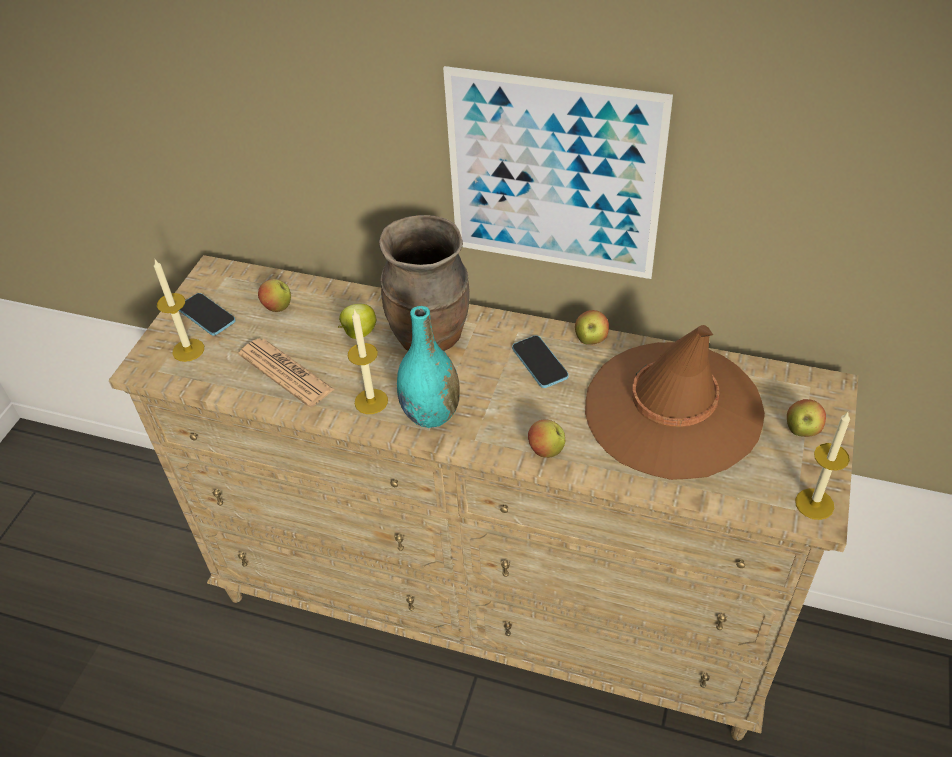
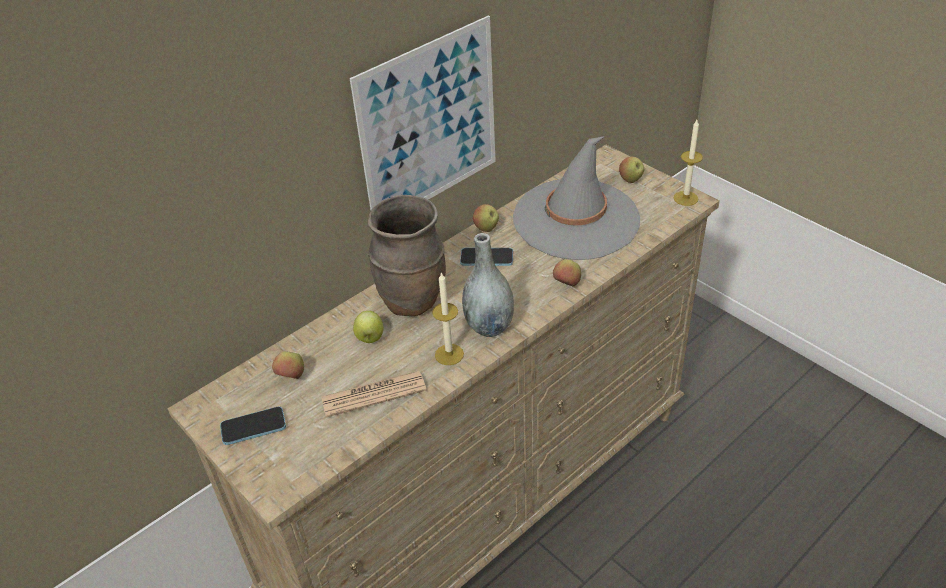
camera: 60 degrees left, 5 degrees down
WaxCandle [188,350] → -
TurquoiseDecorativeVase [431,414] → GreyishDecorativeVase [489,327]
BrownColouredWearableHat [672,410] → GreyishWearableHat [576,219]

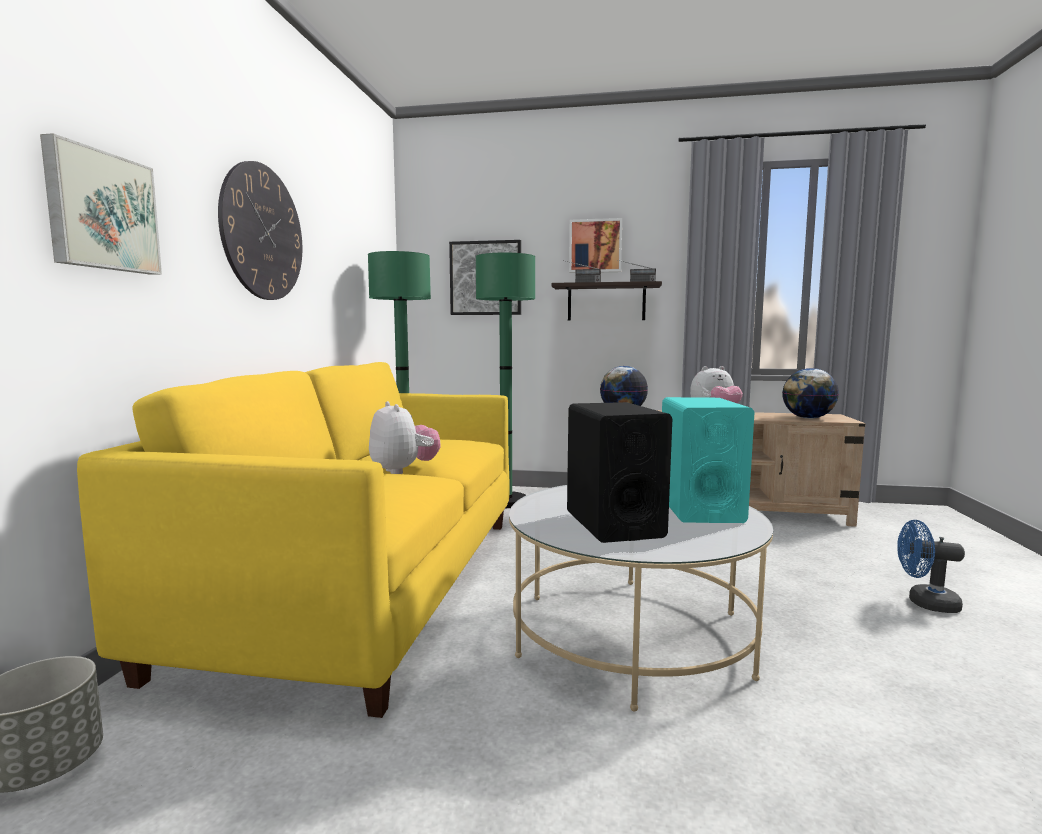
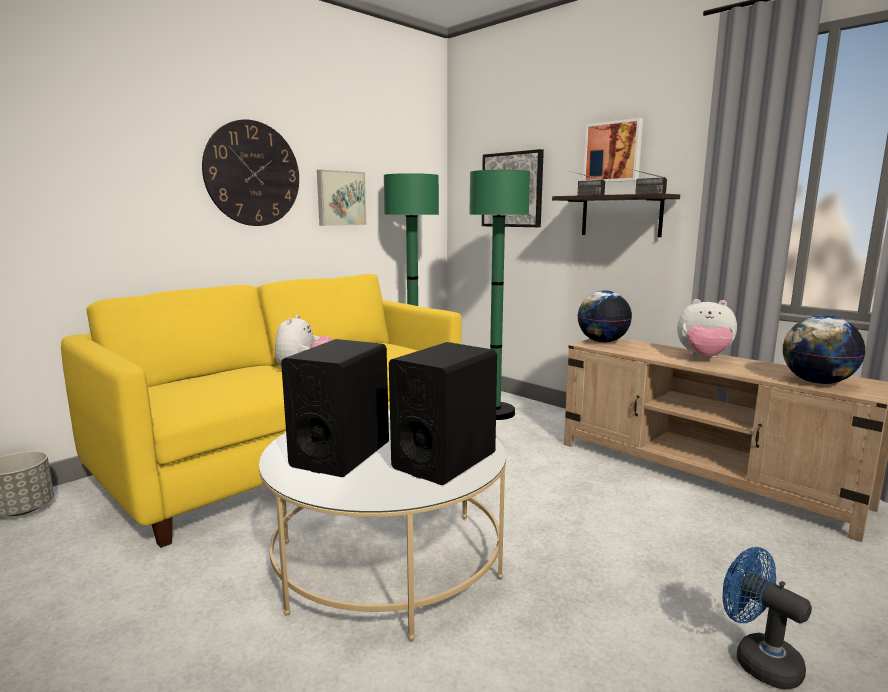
camera: 35 degrees right, 5 degrees up
Picture [101,211] → Picture [340,198], shifted
TurquoiseAudioSpeaker [699,509] → BlackAudioSpeaker [444,460]

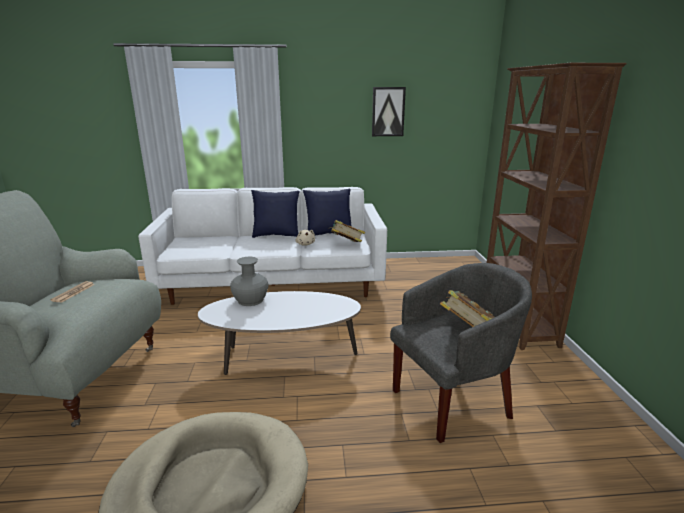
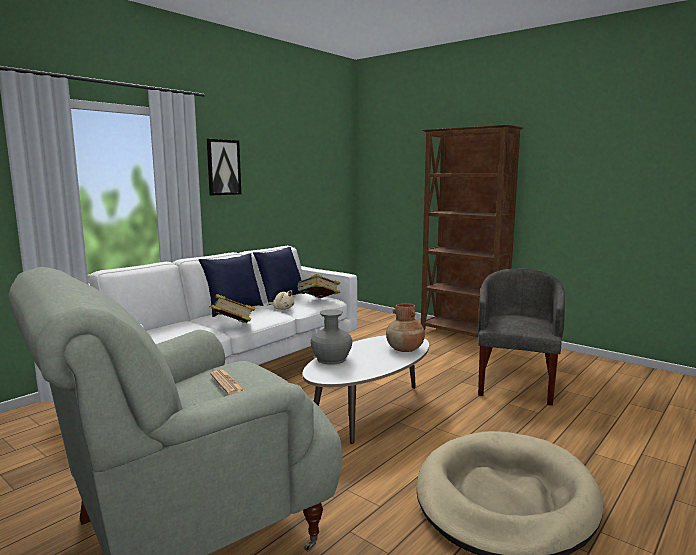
camera: 45 degrees left, 10 degrees down
Picture [388,111] → Picture [223,167], shifted
Volume [465,329] → Volume [232,326], shifted
- → BrownColouredDecorativeVase [405,349]

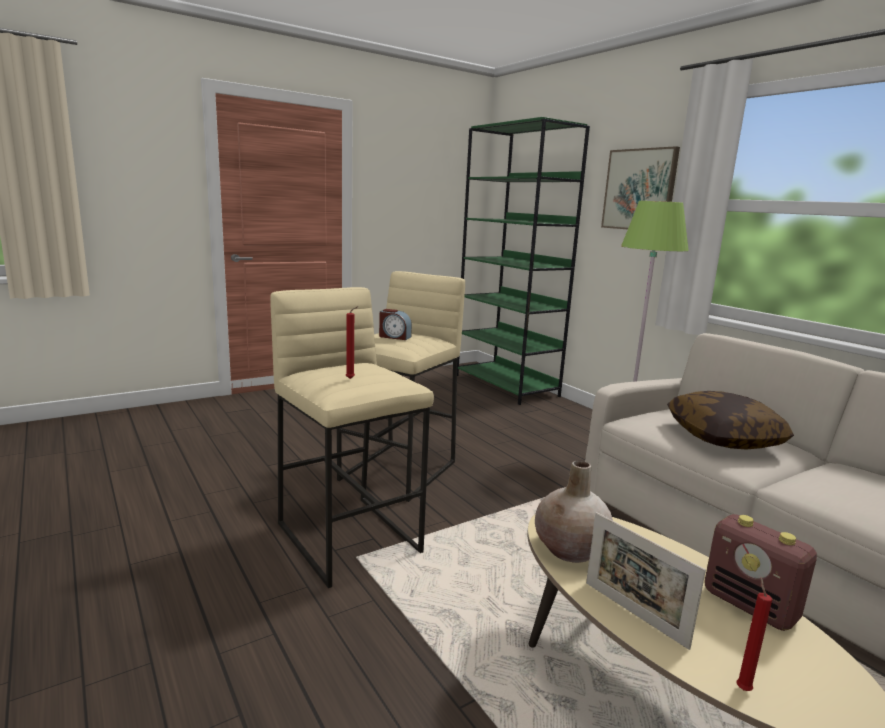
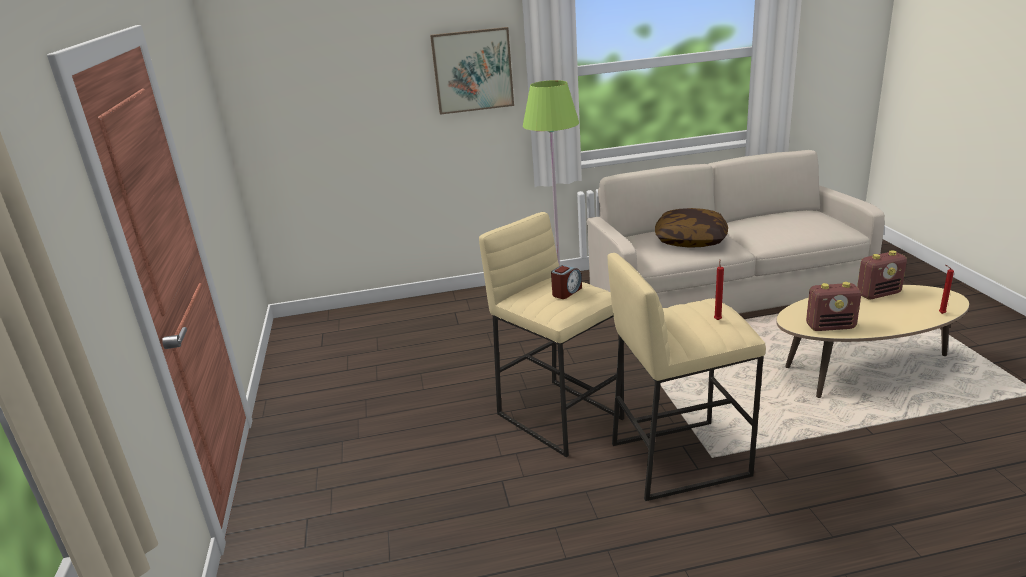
camera: 65 degrees left, 10 degrees up
GreenishBookshelf [506,385] → -
BeigeColouredDecorativeVase [570,550] → RadioSet [831,326]
StandingFrame [634,613] → -

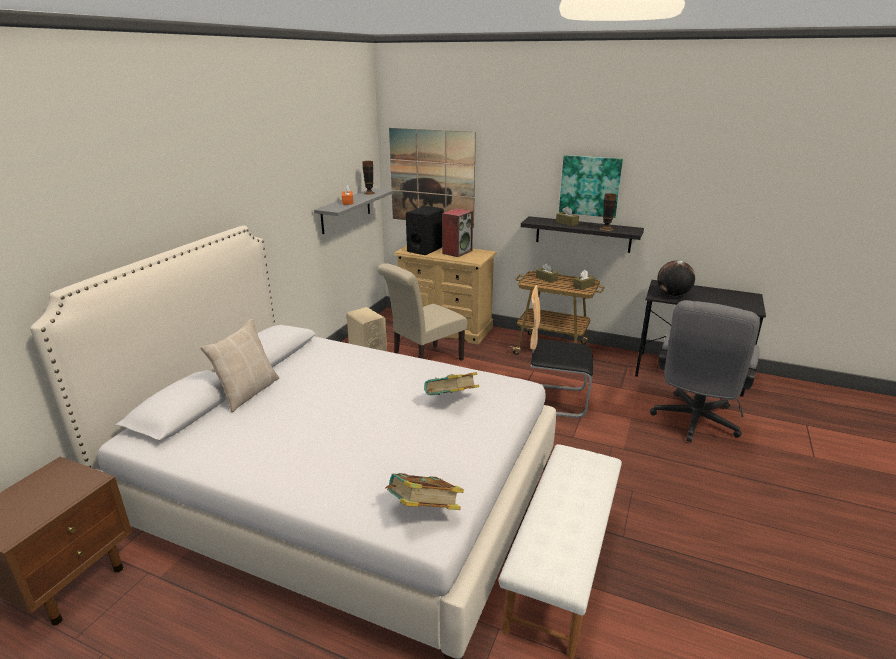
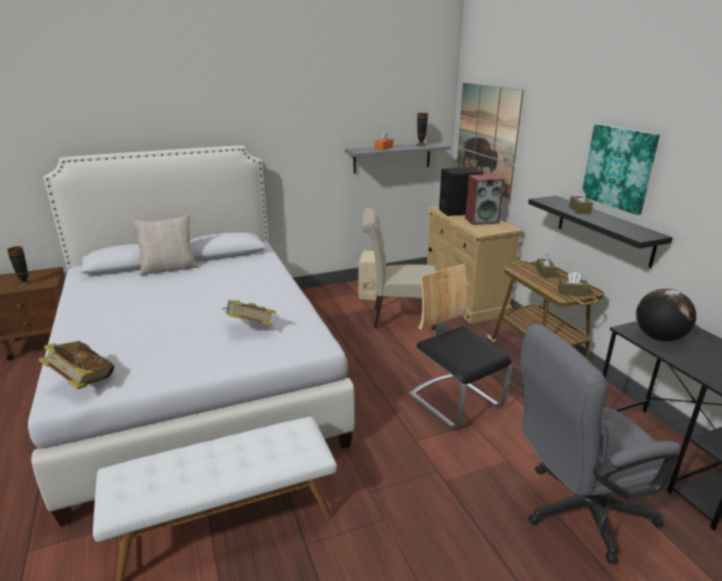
camera: 45 degrees right, 0 degrees up
DecorativeVase [606,228] → DecorativeVase [25,284], shifted

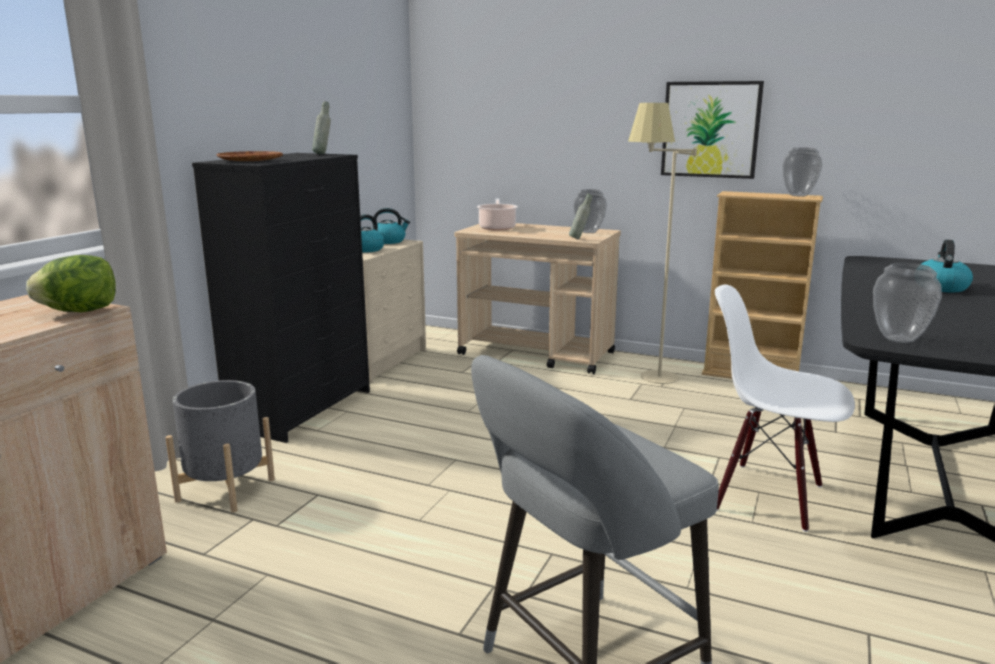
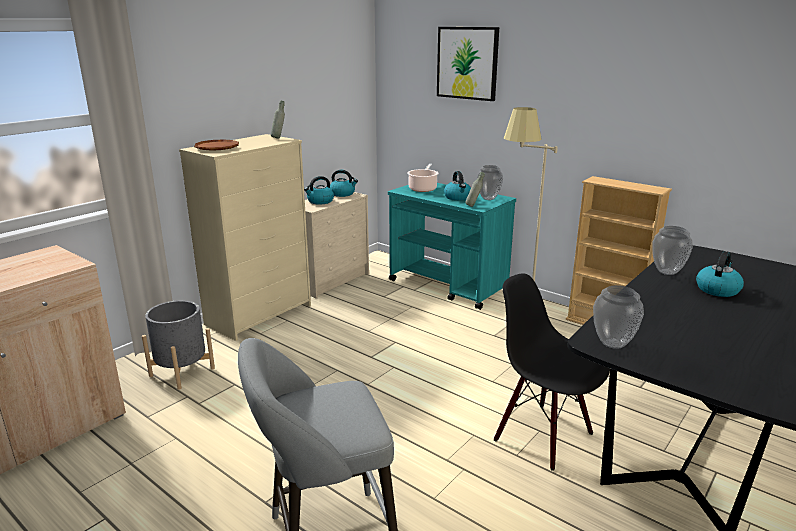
camera: 15 degrees right, 5 degrees up
Picture [710,129] → Picture [467,63], shifted
DecorativeVase [798,195] → DecorativeVase [667,272], shifted
BlackDrawerChest [302,409] → BeigeColouredDrawerChest [260,314]
BeigeColouredWheeledCart [537,354] → TurquoiseWheeledCart [448,286]
Lettuce [80,311] → -
WhiteChair [768,496] → BlackChair [544,436]
- → Kettle [457,197]

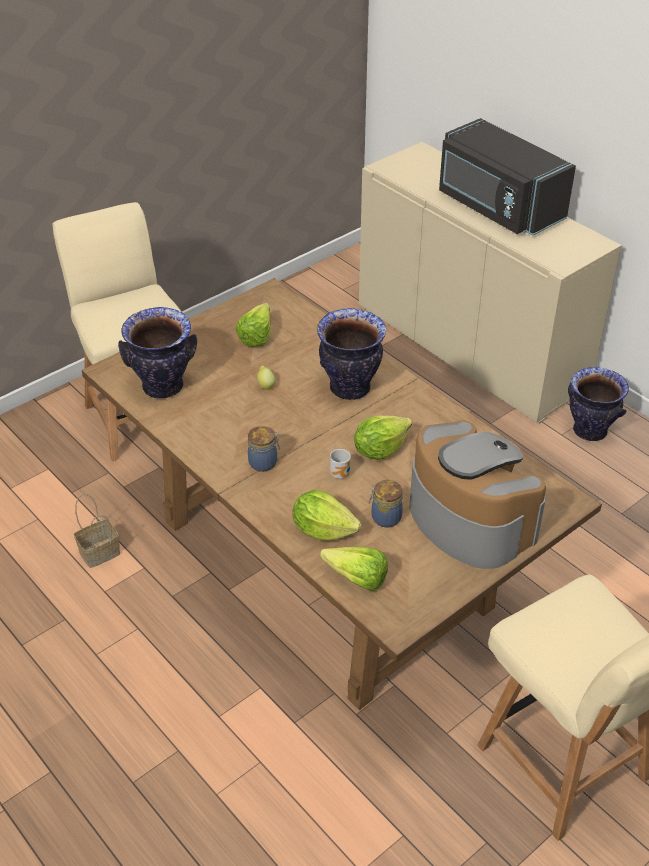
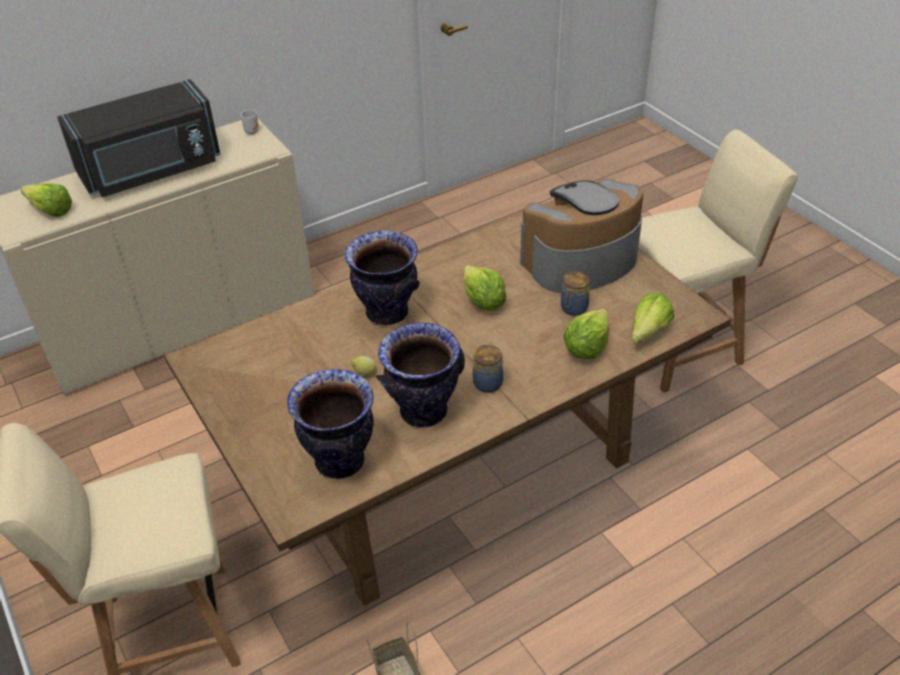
camera: 80 degrees left, 0 degrees up
Lettuce [259,334] → Lettuce [48,209], shifted
DecorativeVase [590,431] → DecorativeVase [423,411], shifted
TeaMug [341,475] → TeaMug [251,131], shifted

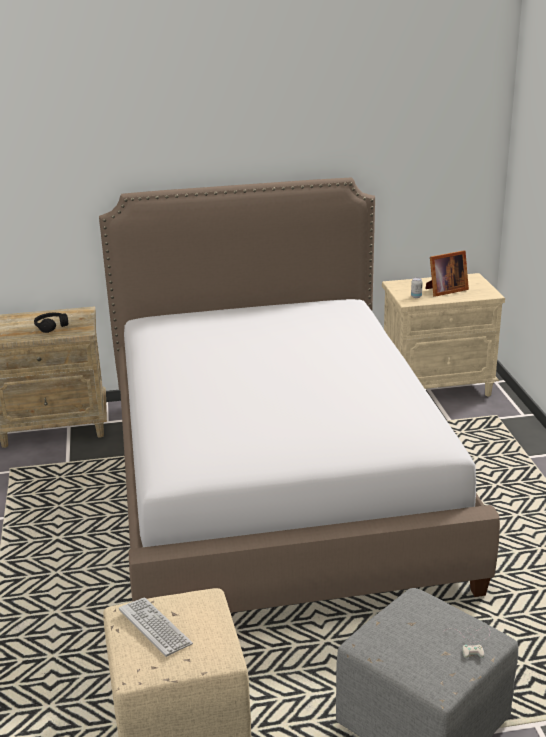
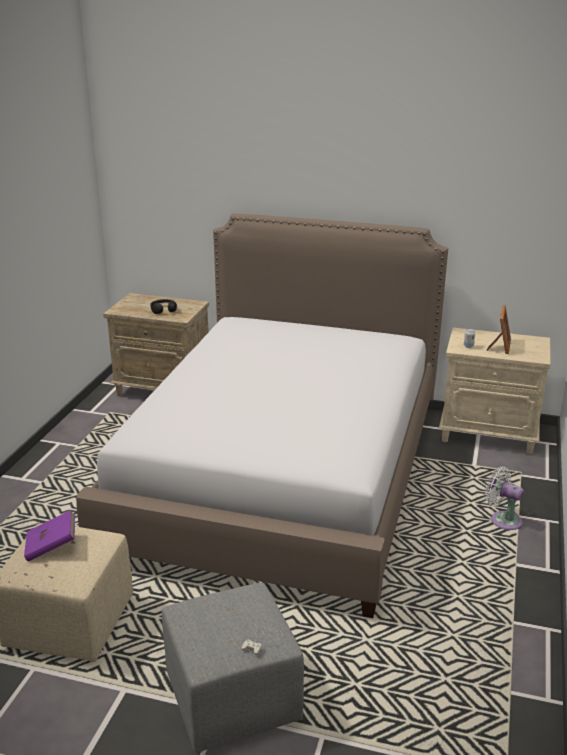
camera: 25 degrees right, 0 degrees up
StandingFrame [444,290] → StandingFrame [499,346], 75 degrees counterclockwise
Keyboard [155,627] → PurplishVolume [51,547]
- → WhiteFan [502,520]

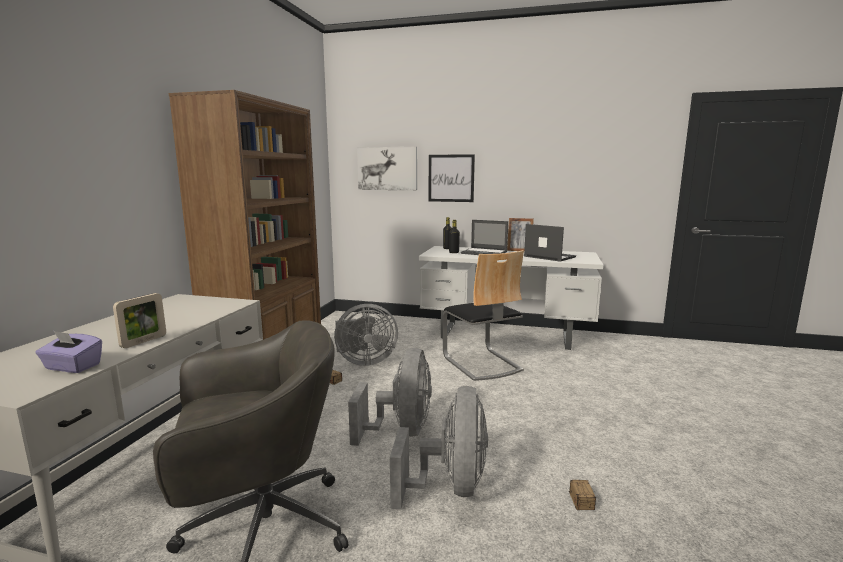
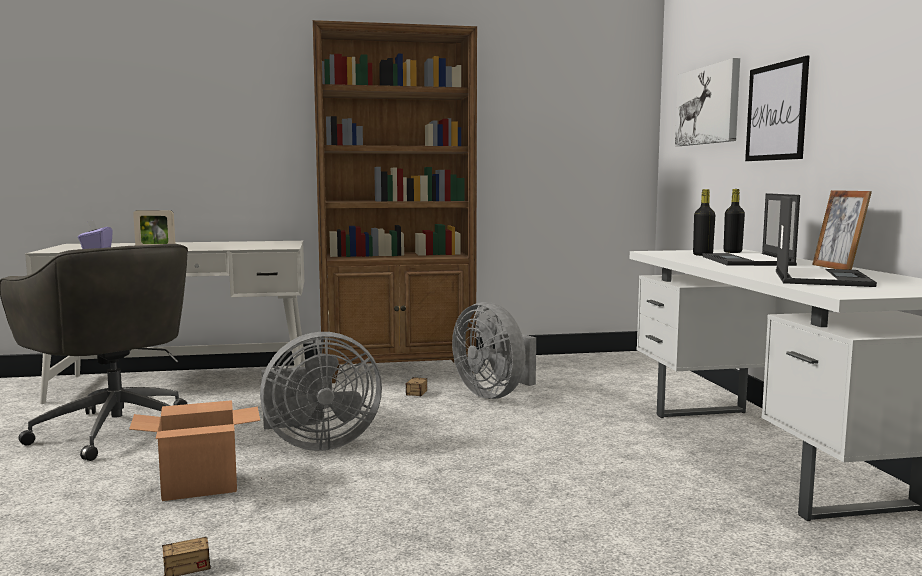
camera: 65 degrees right, 5 degrees down
Chair [481,363] → -
GreyishFan [450,486] → Carton [201,486]

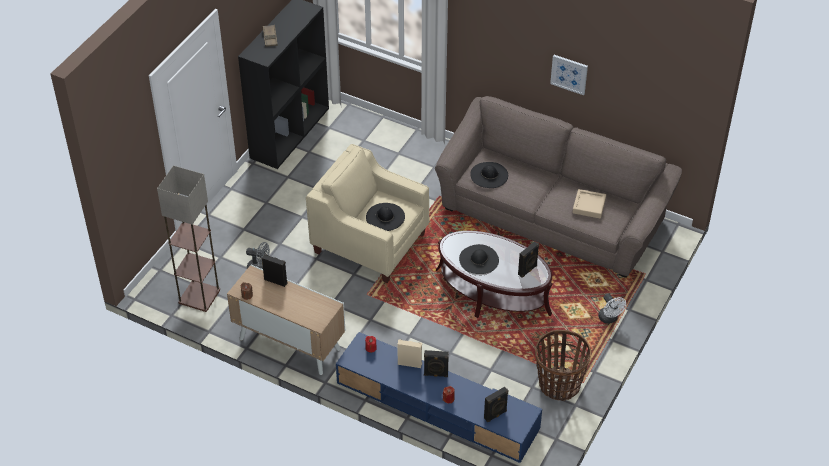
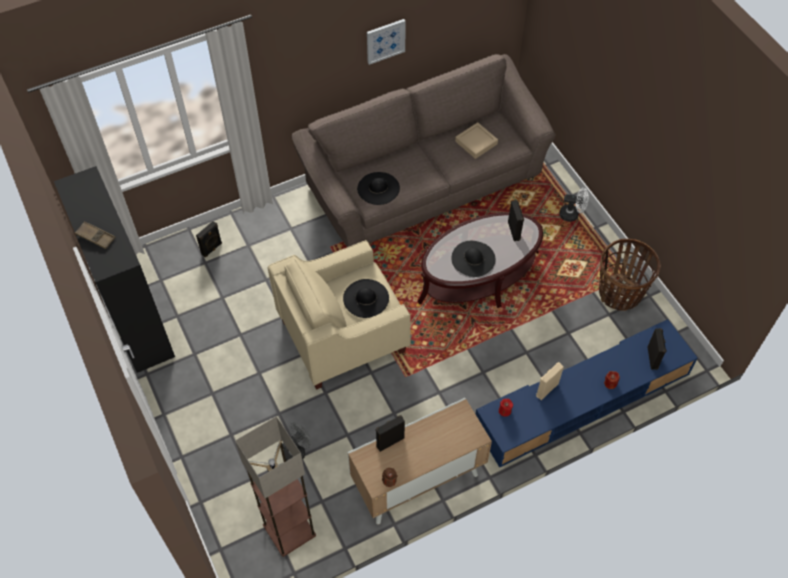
camera: 55 degrees left, 10 degrees up
BlackAudioSpeaker [436,374] → BlackAudioSpeaker [212,249], shifted

